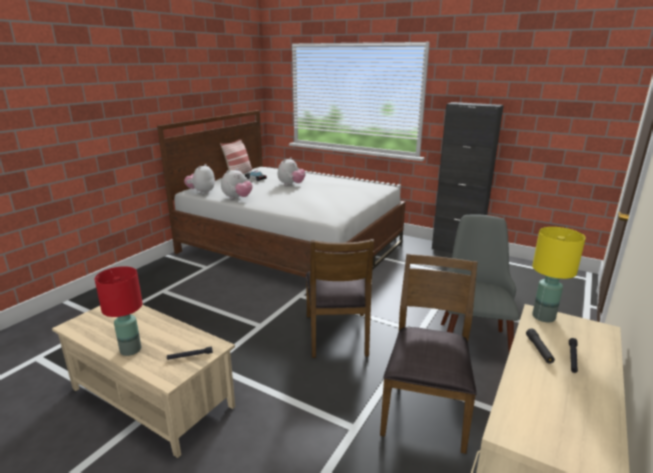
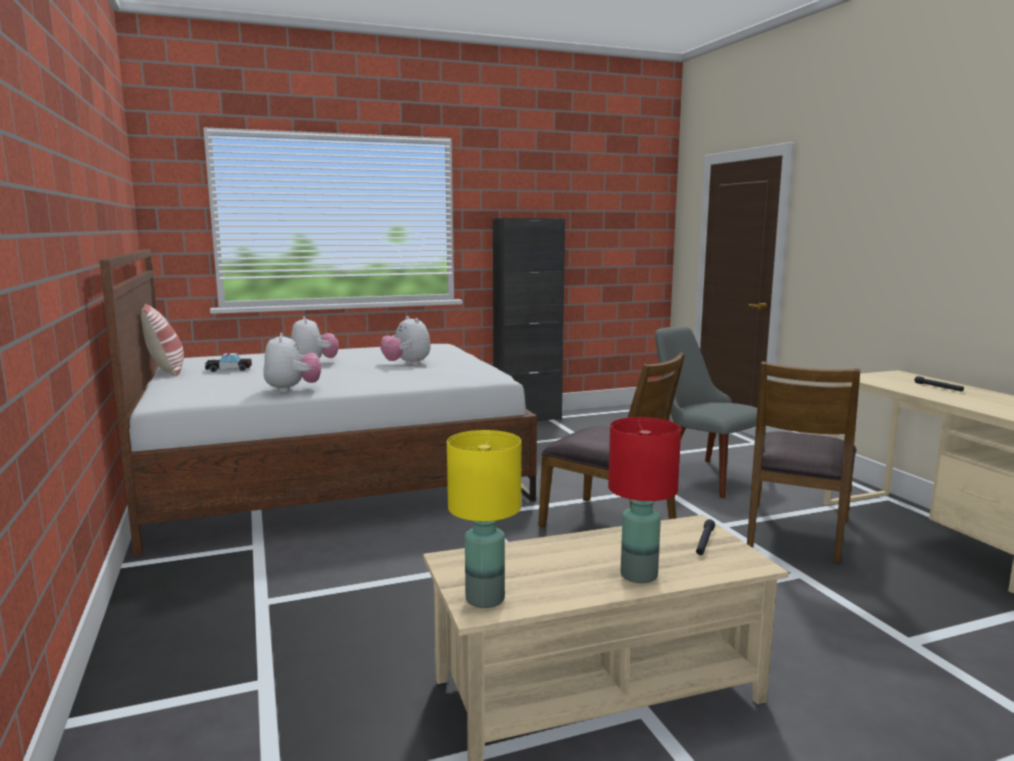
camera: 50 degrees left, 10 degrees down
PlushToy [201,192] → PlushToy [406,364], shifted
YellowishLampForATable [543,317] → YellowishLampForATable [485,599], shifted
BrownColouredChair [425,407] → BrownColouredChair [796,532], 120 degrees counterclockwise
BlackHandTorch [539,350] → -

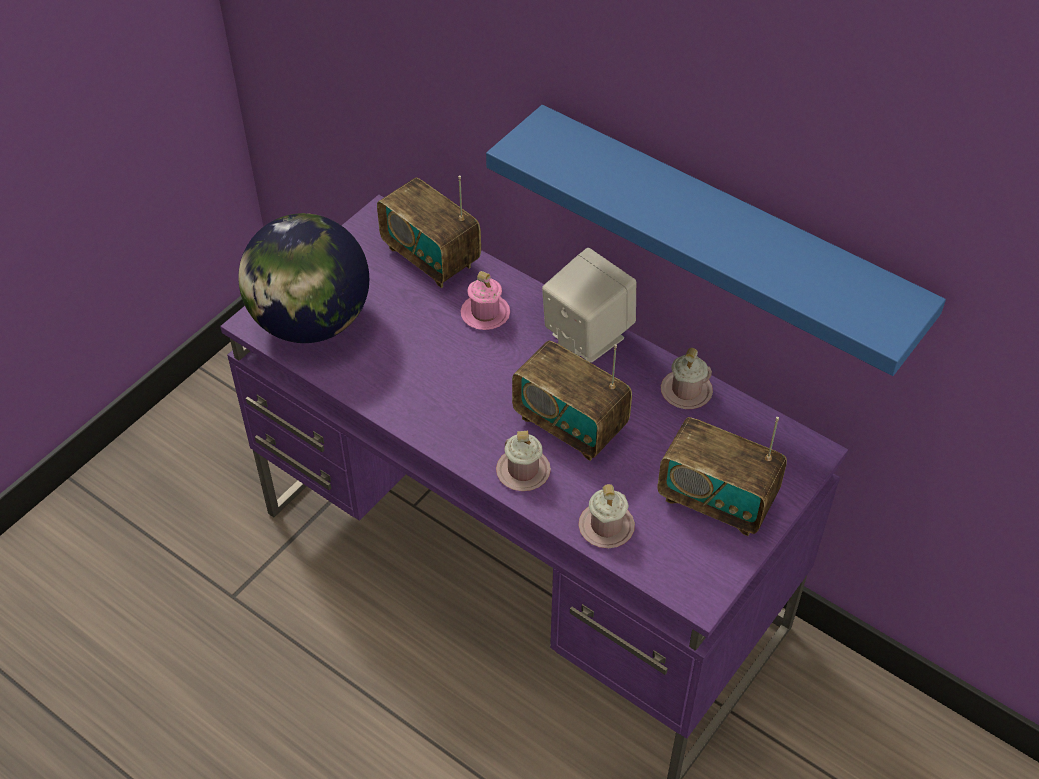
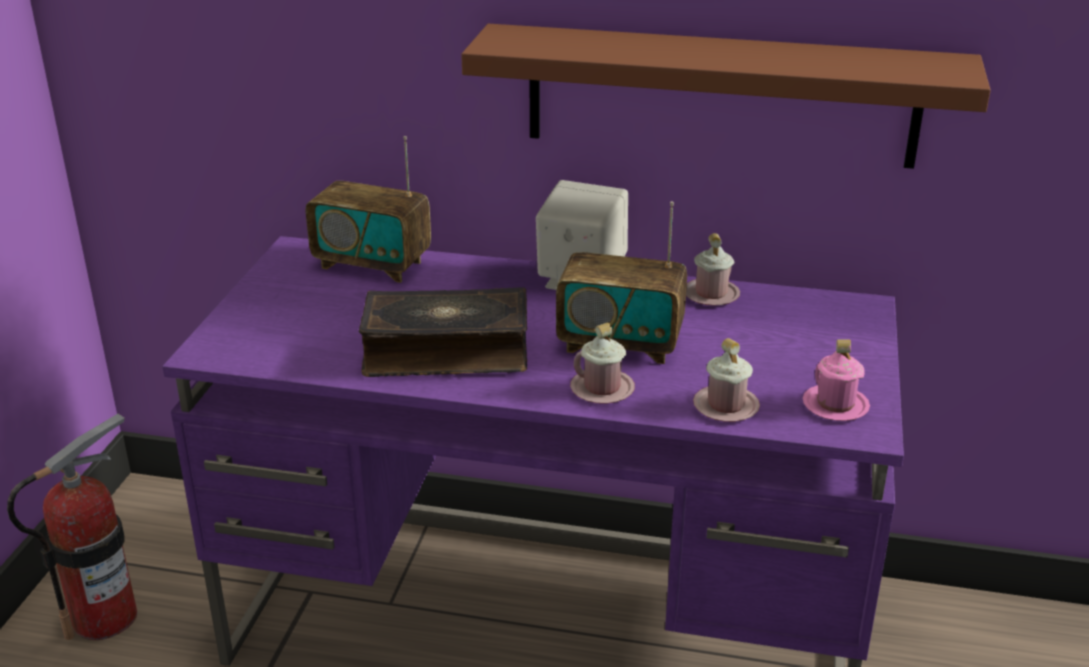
camera: 25 degrees left, 20 degrees down
BlueColouredWallShelf [724,236] → BrownColouredWallShelf [721,96]
DeskGlobe [310,322] → -
PinkTeaMug [485,313] → PinkTeaMug [835,405], shifted
RadioSet [716,500] → -
- → Volume [446,350]
- → Extinguisher [104,617]

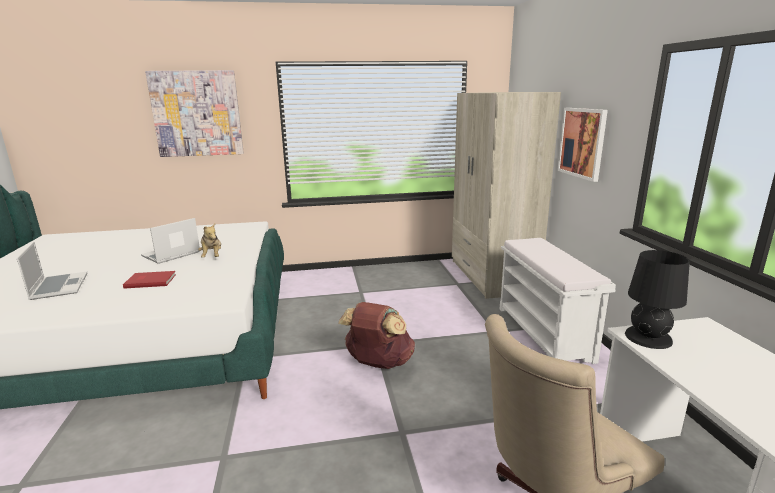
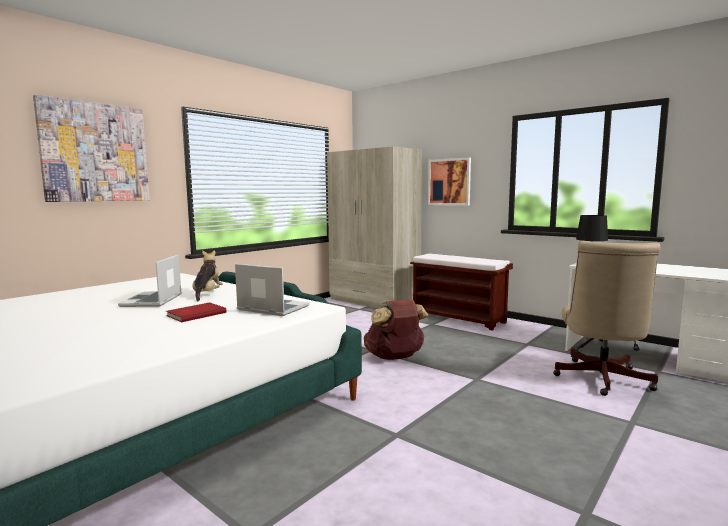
camera: 40 degrees left, 10 degrees down
PlushToy [212,256] → PlushToy [207,294], 120 degrees counterclockwise
WhiteLongSeat [544,333] → BrownColouredLongSeat [459,318]
Laptop [58,287] → Laptop [272,308], shifted

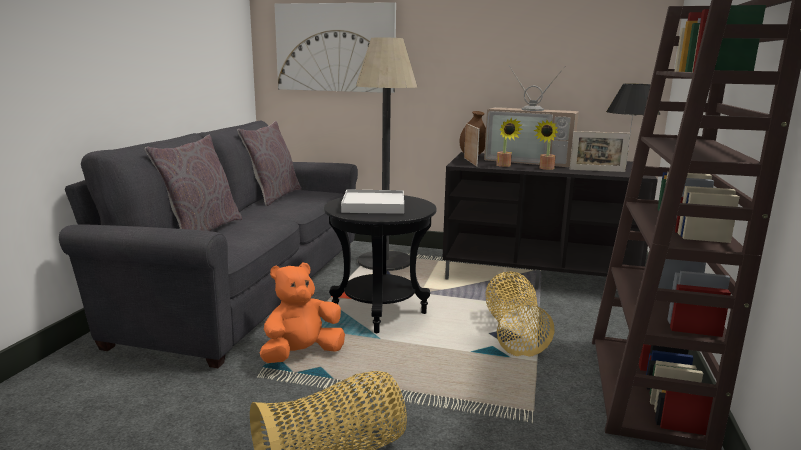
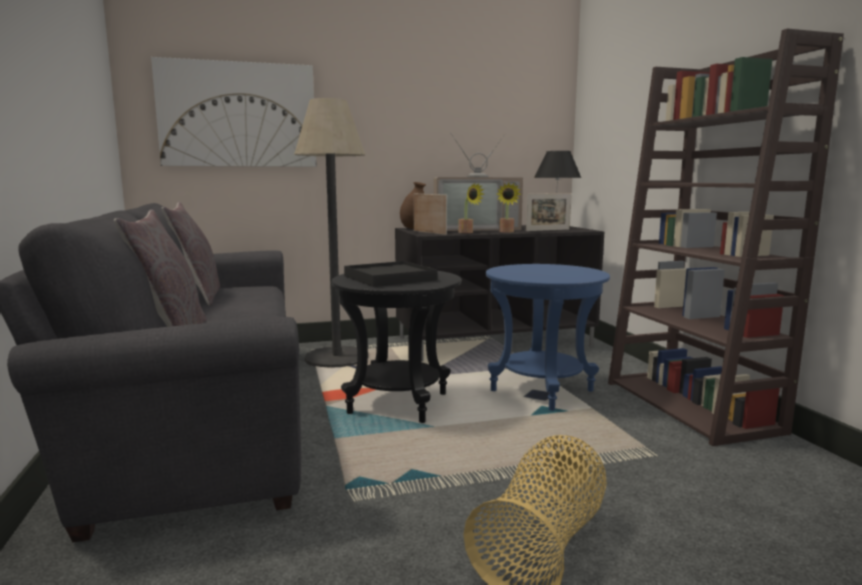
camera: 30 degrees left, 5 degrees down
WhiteCarryingTray [374,205] → BlackCarryingTray [390,278]
OrangeColouredPlushToy [302,354] → -
Basket [514,332] → BlueColouredAccentTable [542,391]

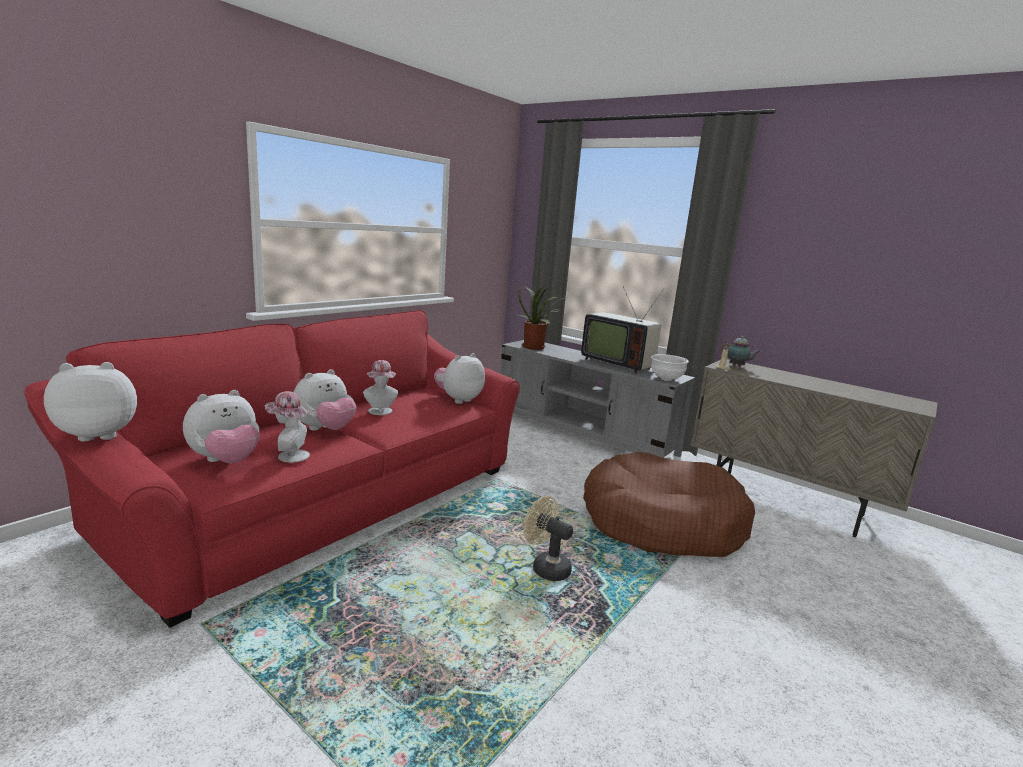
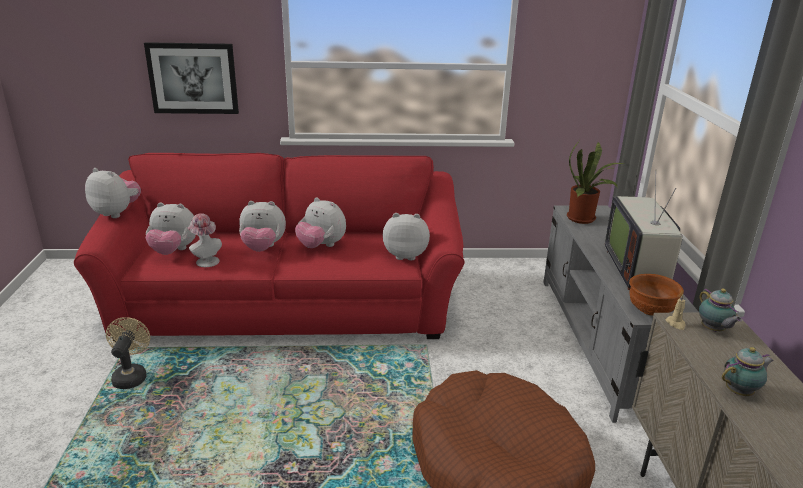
camera: 50 degrees right, 10 degrees up
WhiteDeepDish [666,379] → BrownColouredDeepDish [650,311]
WearableHat [380,412] → PlushToy [321,246]
BeigeColouredFan [546,567] → BeigeColouredFan [131,375], shifted
- → Picture [193,78]
- → Teapot [740,392]

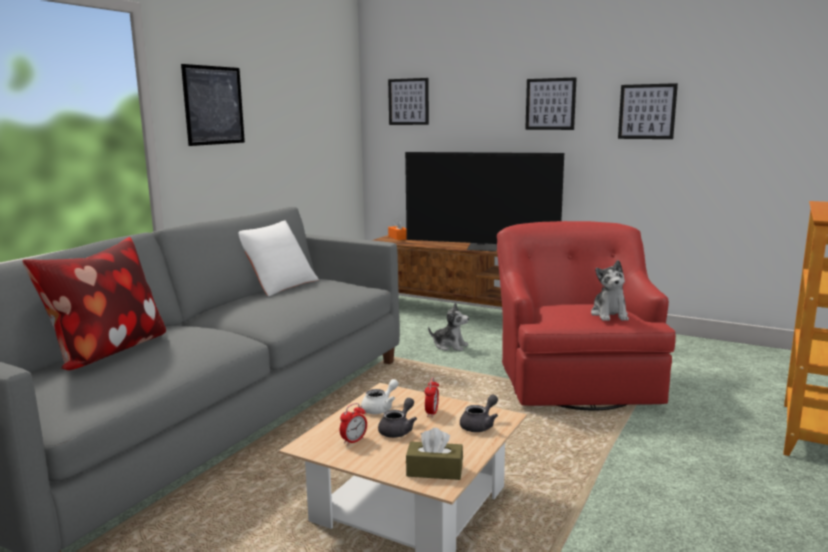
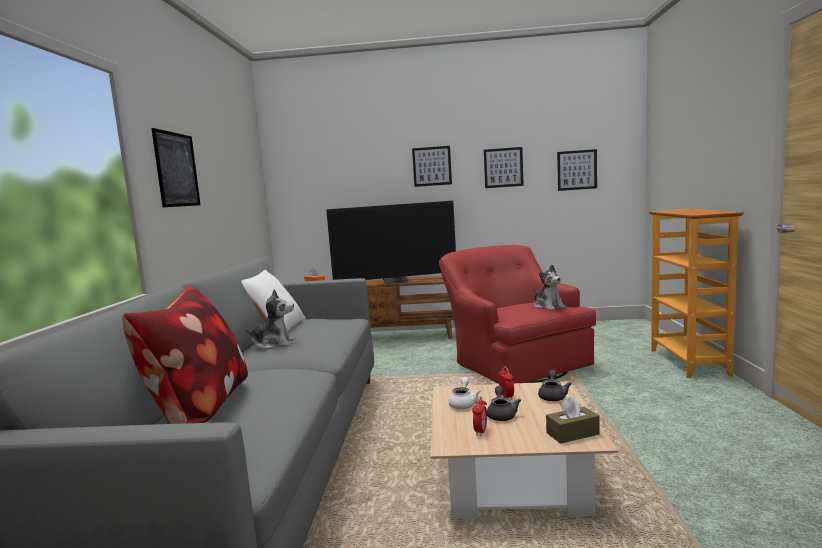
camera: 25 degrees left, 5 degrees down
Picture [408,101] → Picture [577,170], shifted
PlushToy [450,346] → PlushToy [274,344], shifted

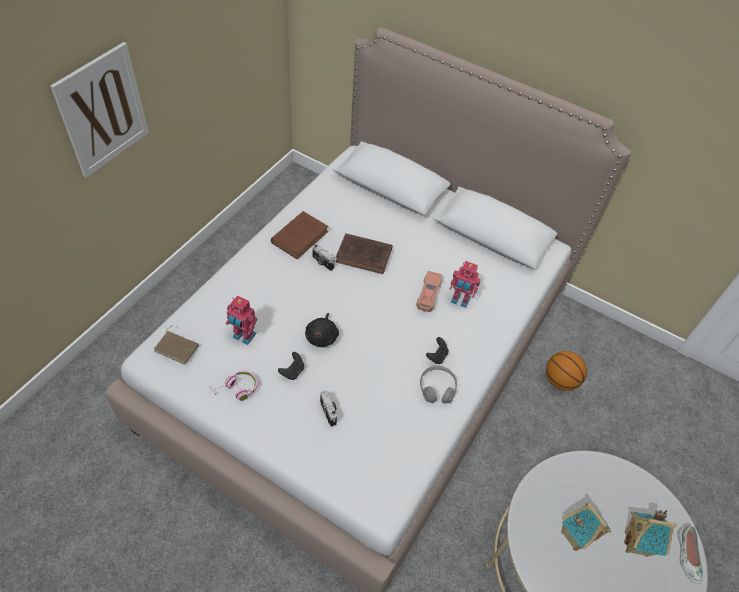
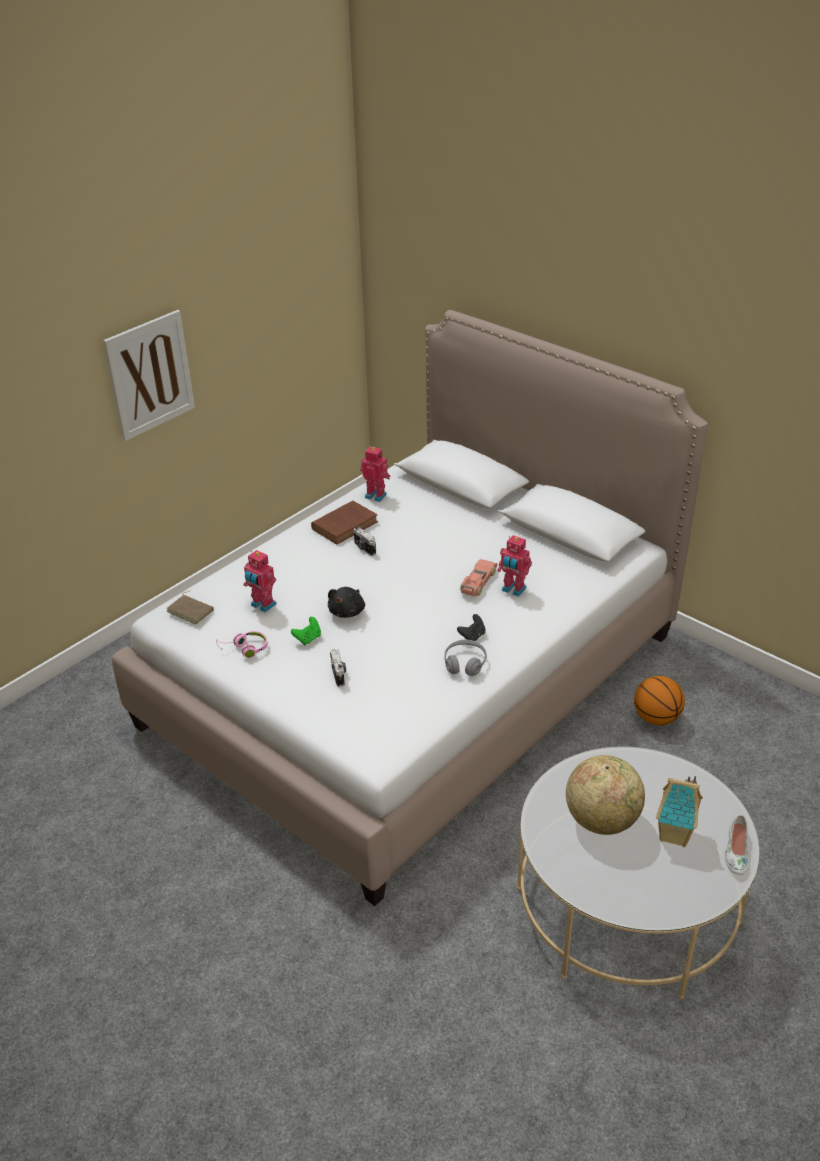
camera: 15 degrees right, 15 degrees down
BrownColouredVolume [365,256] → -
BlackGamepad [292,371] → GreenishGamepad [308,639]
ModelHouse [575,535] → DeskGlobe [602,820]
- → ModelRobot [376,495]

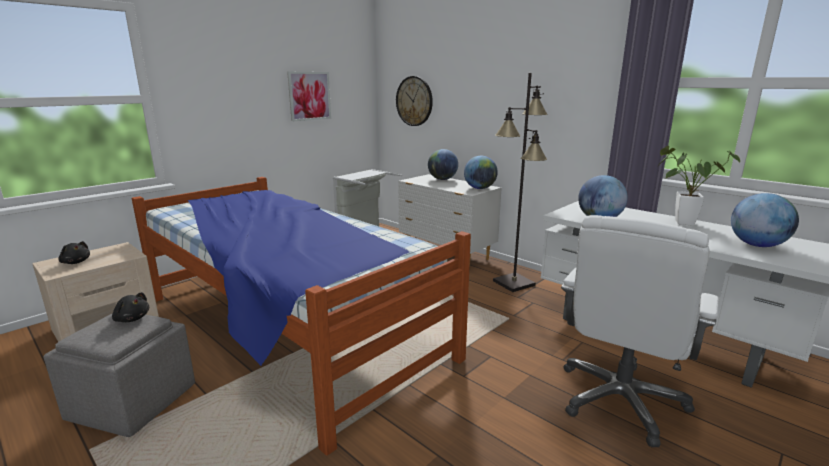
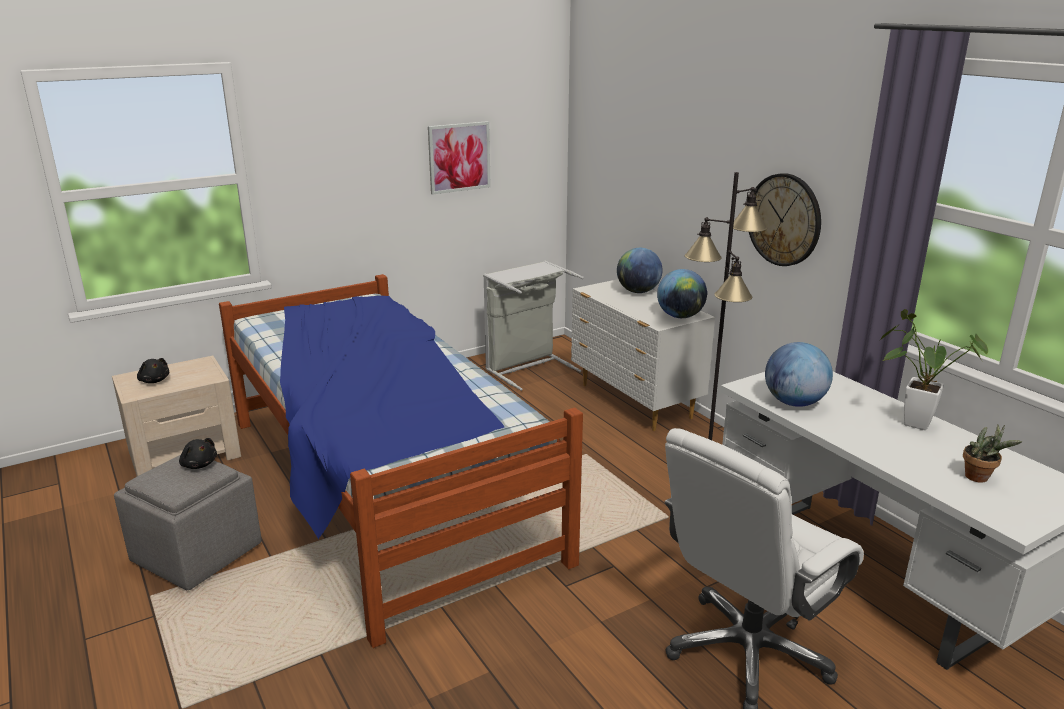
camera: 15 degrees right, 5 degrees up
ClockOnTheWall [414,101] → ClockOnTheWall [784,220], shifted
DeskGlobe [757,245] → PlantInAPot [980,478]

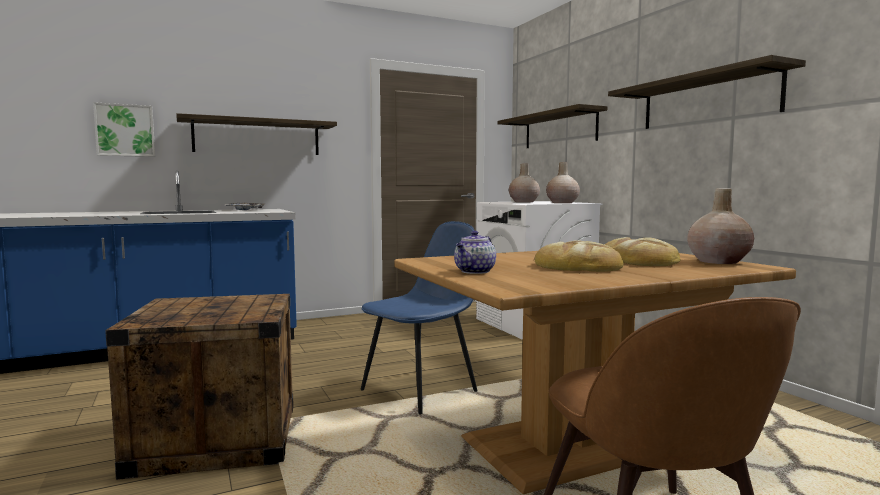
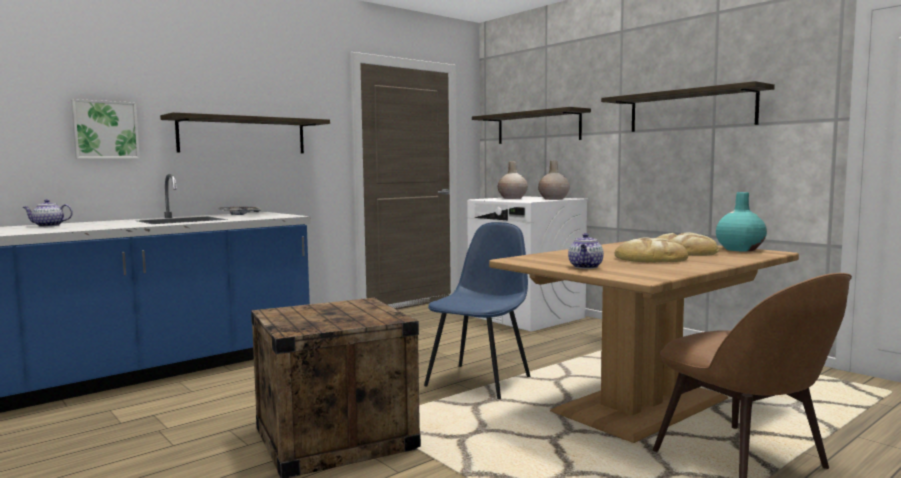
camera: 15 degrees left, 0 degrees up
BeigeColouredDecorativeVase [718,261] → TurquoiseDecorativeVase [740,249]
- → Teapot [48,226]

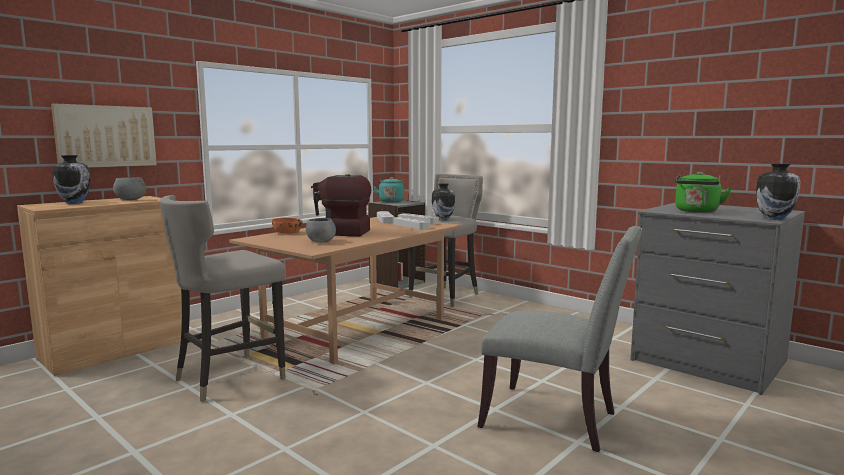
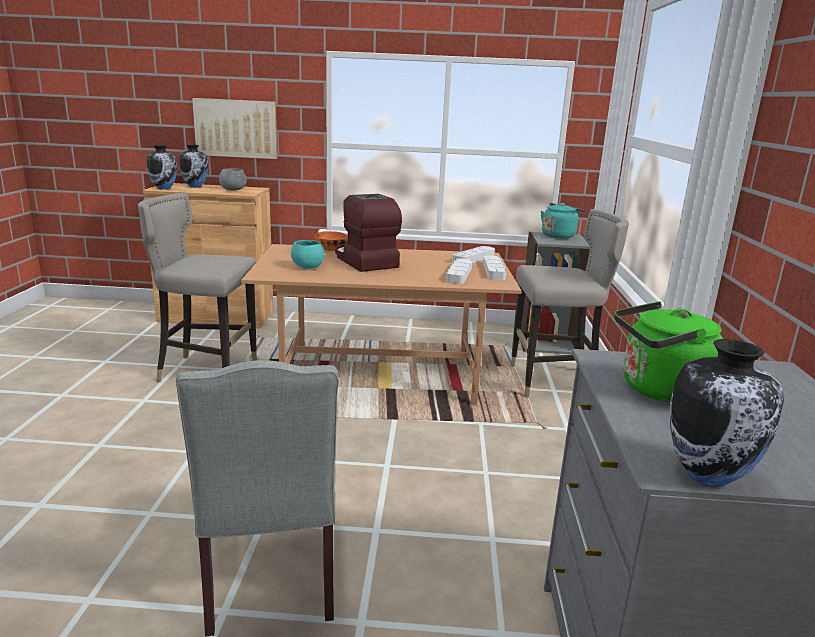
camera: 50 degrees right, 10 degrees up
DecorativeVase [443,218] → DecorativeVase [164,188], shifted
GreyishDeepDish [321,241] → TurquoiseDeepDish [308,267]

